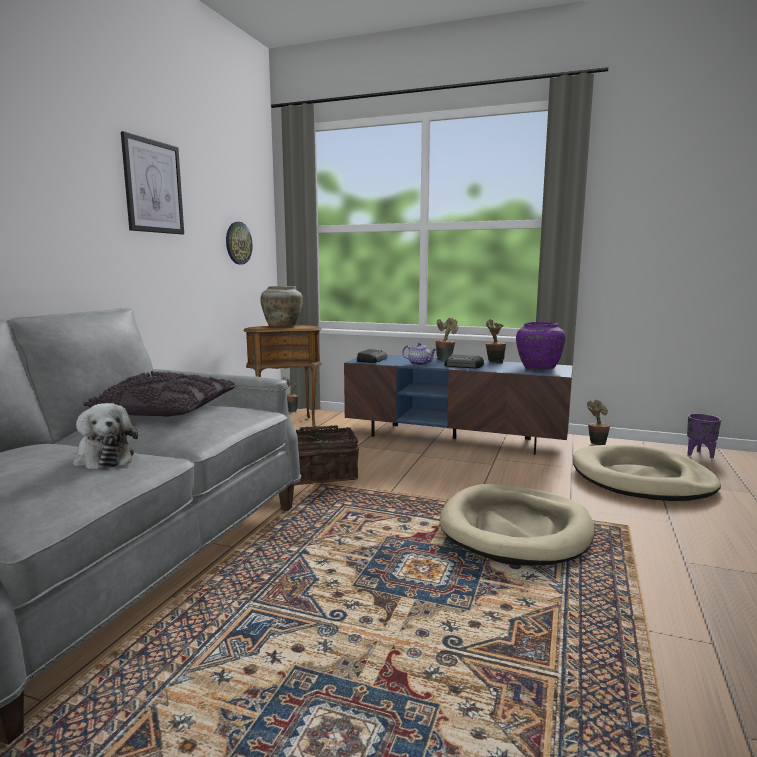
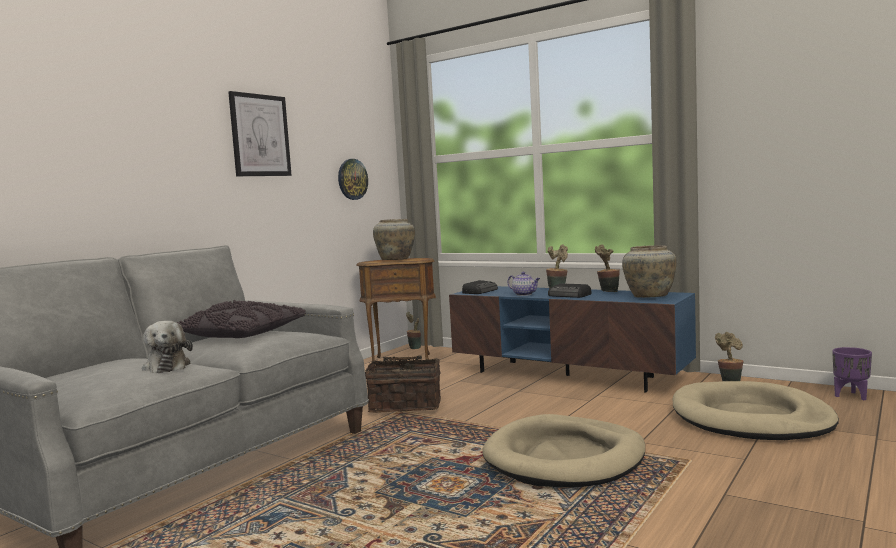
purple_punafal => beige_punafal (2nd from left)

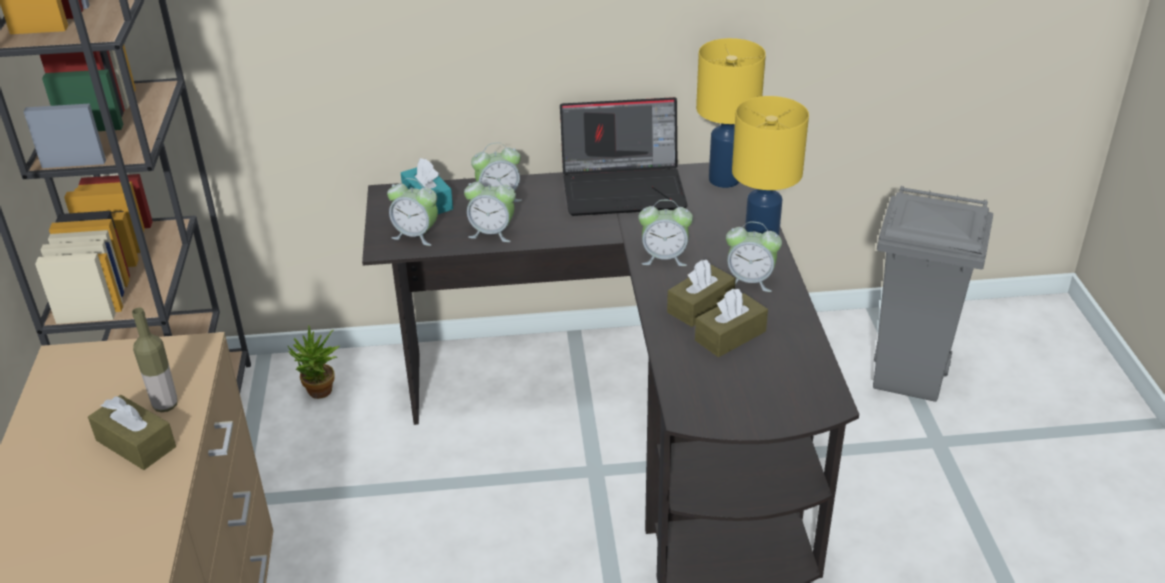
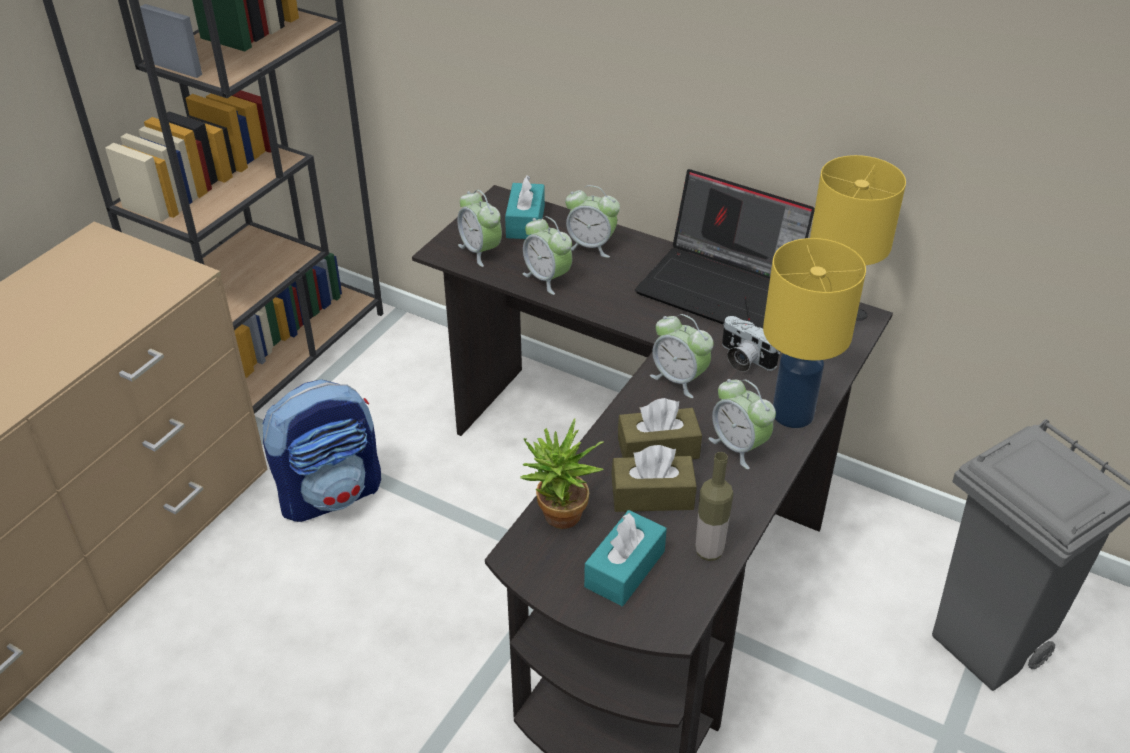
nothing => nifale
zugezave, moved
nothing => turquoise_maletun (2nd from left)
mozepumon, moved
nothing => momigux
brown_maletun (1st from left) => nothing

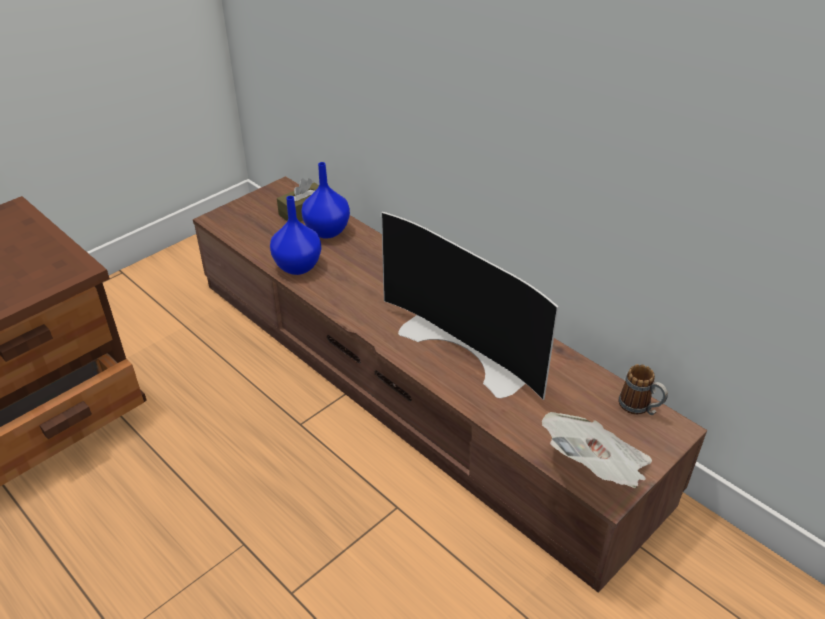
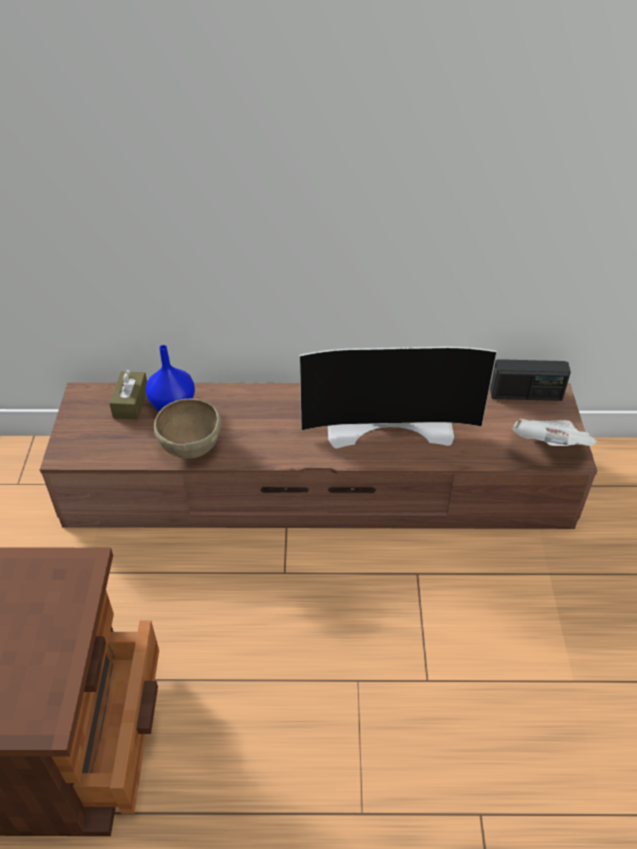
blue_punafal (1st from left) => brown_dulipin
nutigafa => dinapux

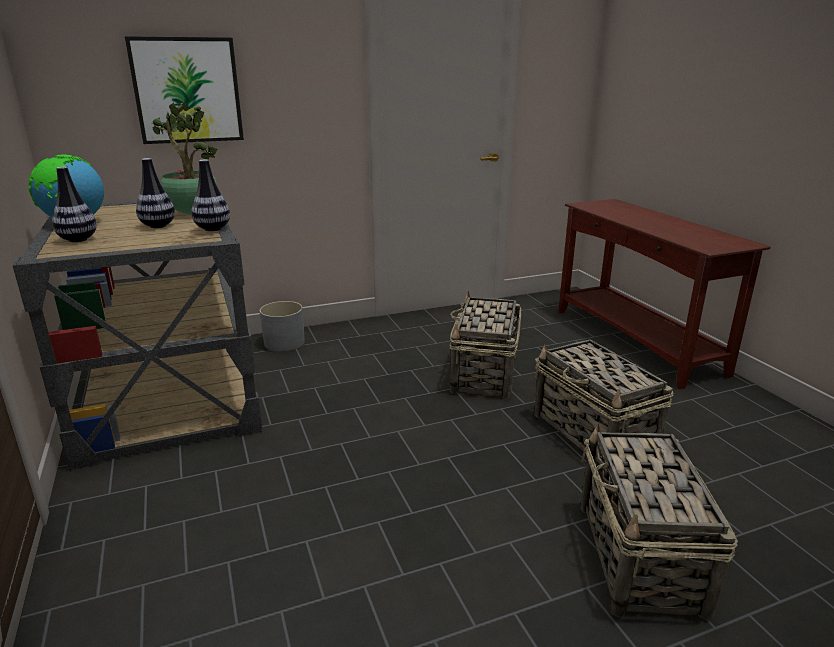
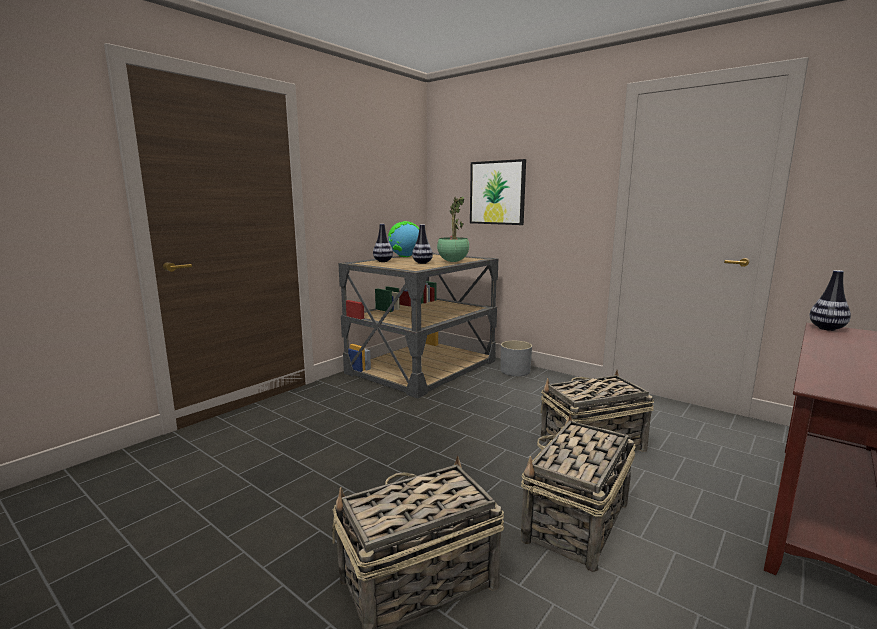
punafal (3rd from left), moved

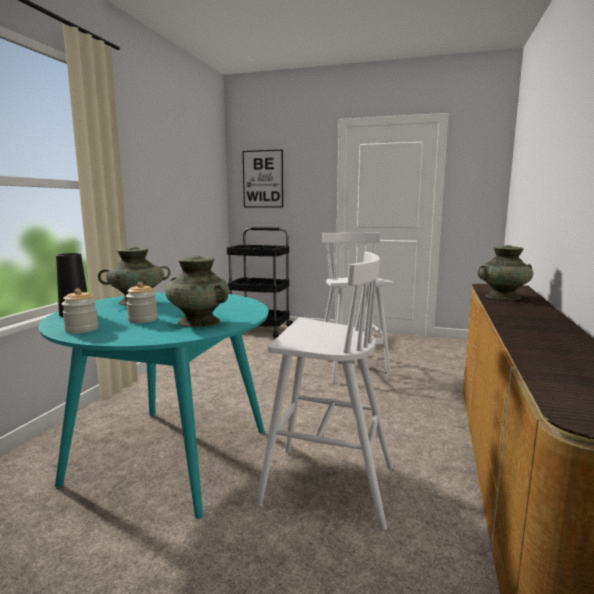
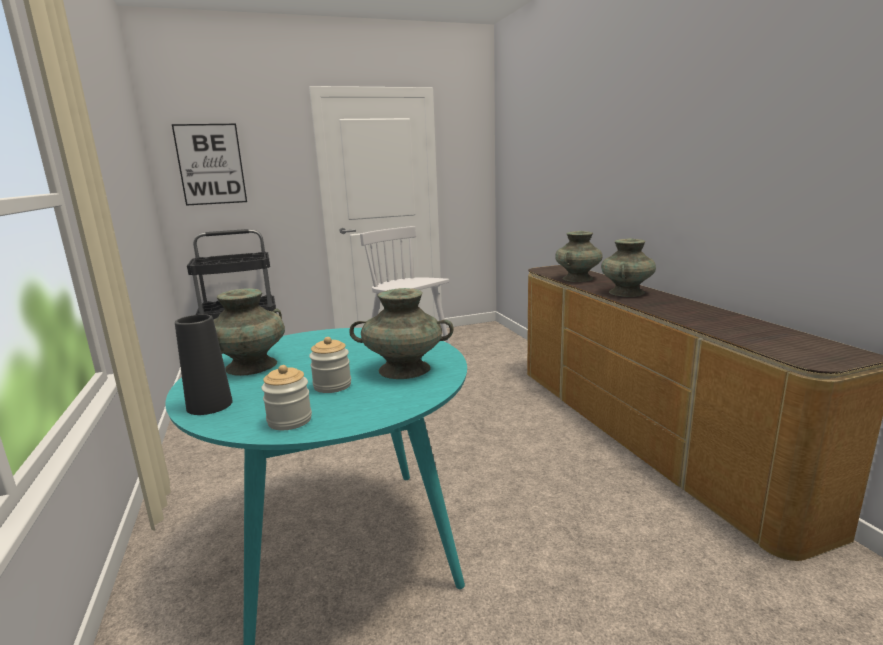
nothing => turquoise_punafal (4th from left)
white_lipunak (1st from left) => nothing

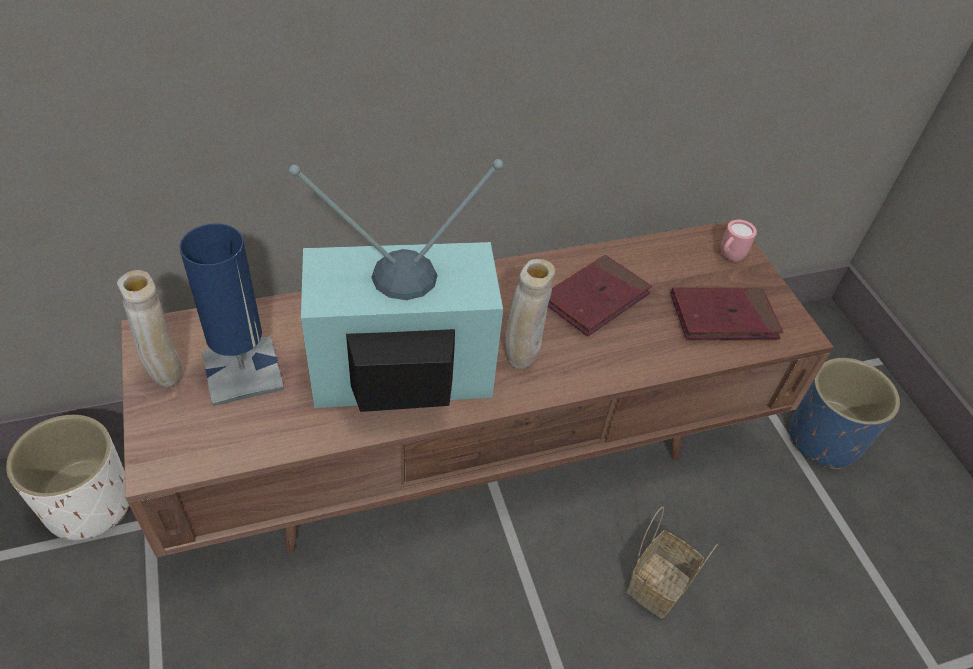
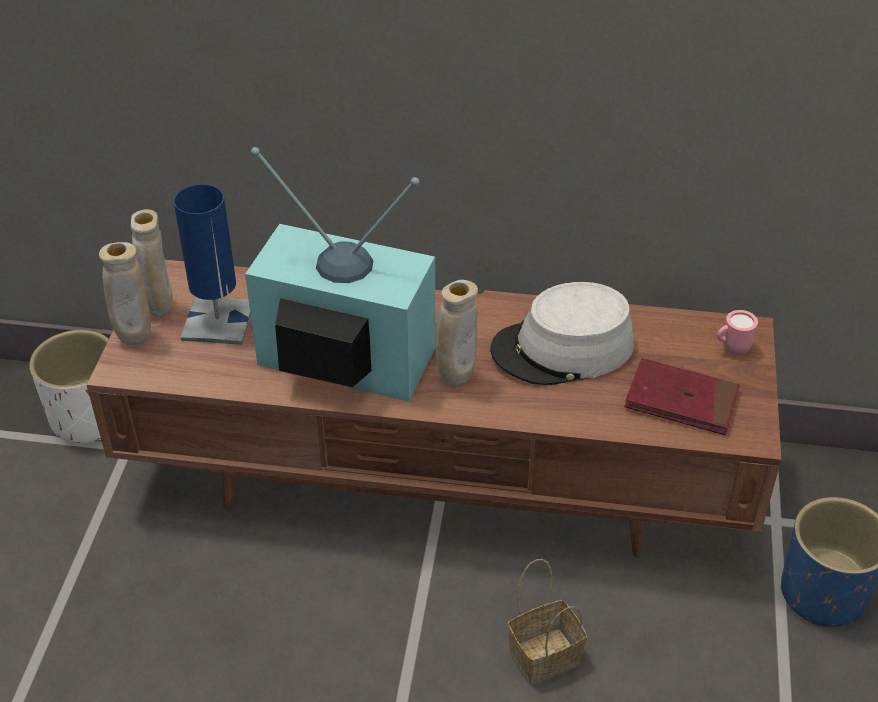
nothing => beige_punafal (1st from left)
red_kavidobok (1st from left) => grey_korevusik

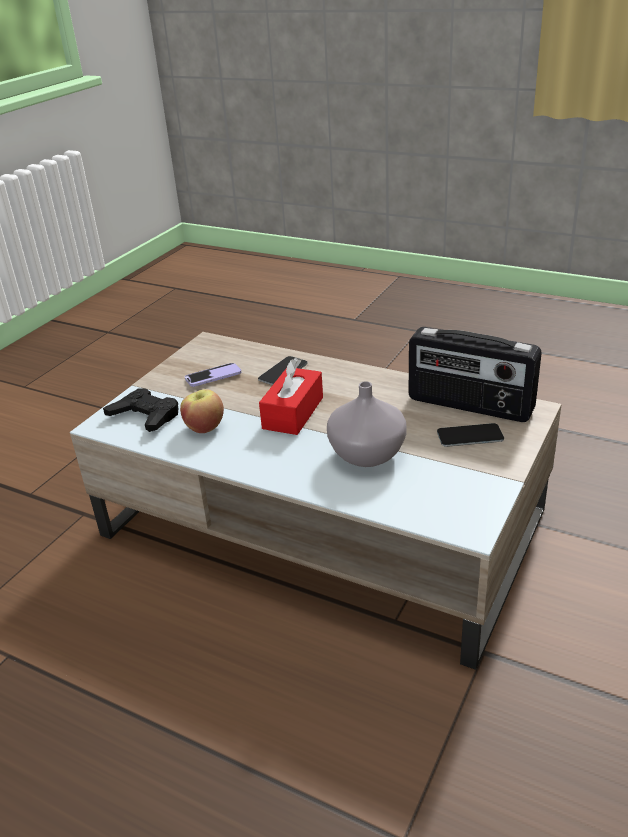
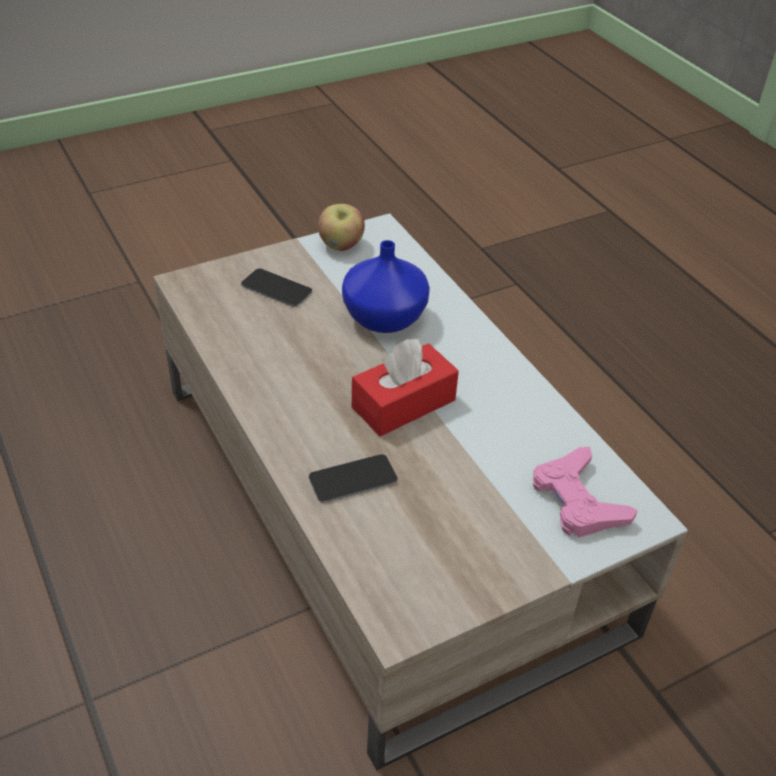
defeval, moved
grey_punafal => blue_punafal
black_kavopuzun => pink_kavopuzun
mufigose (1st from left) => nothing
dinapux => nothing

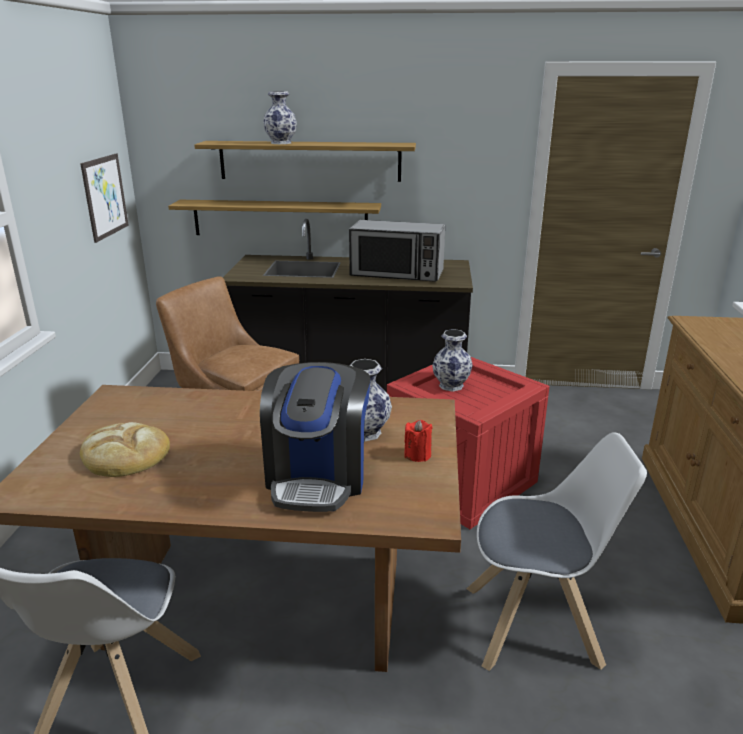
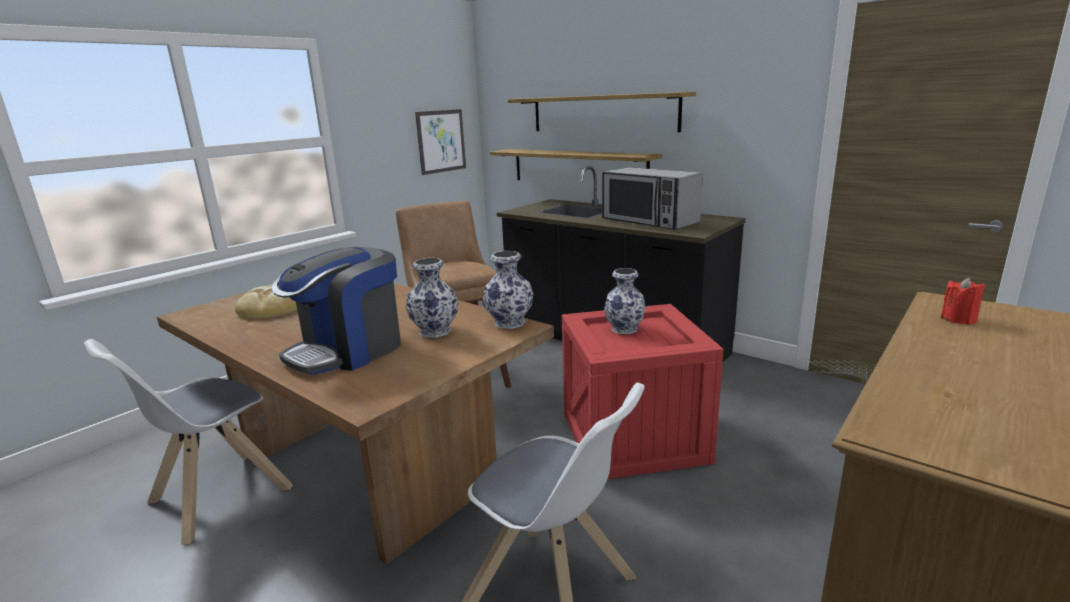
punafal (1st from left in the first image) => punafal (2nd from left), moved
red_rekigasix, moved

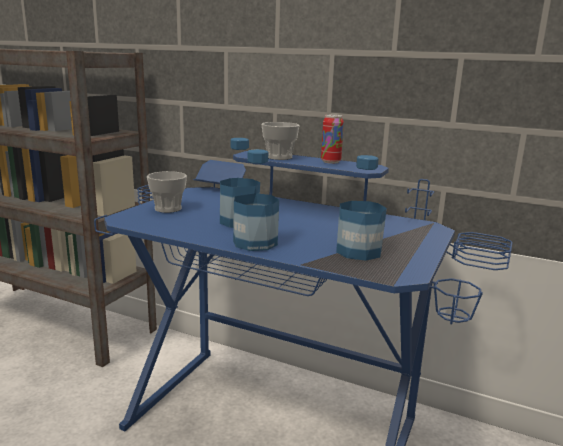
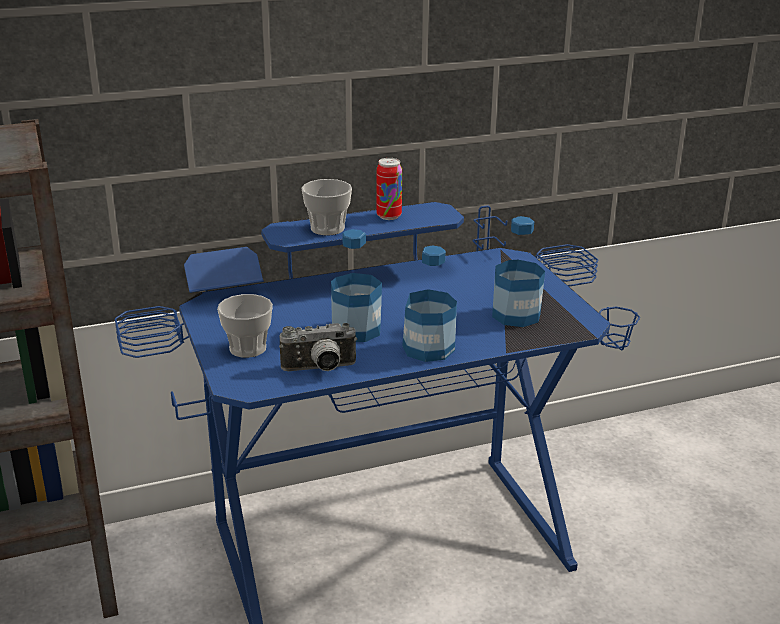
nothing => momigux

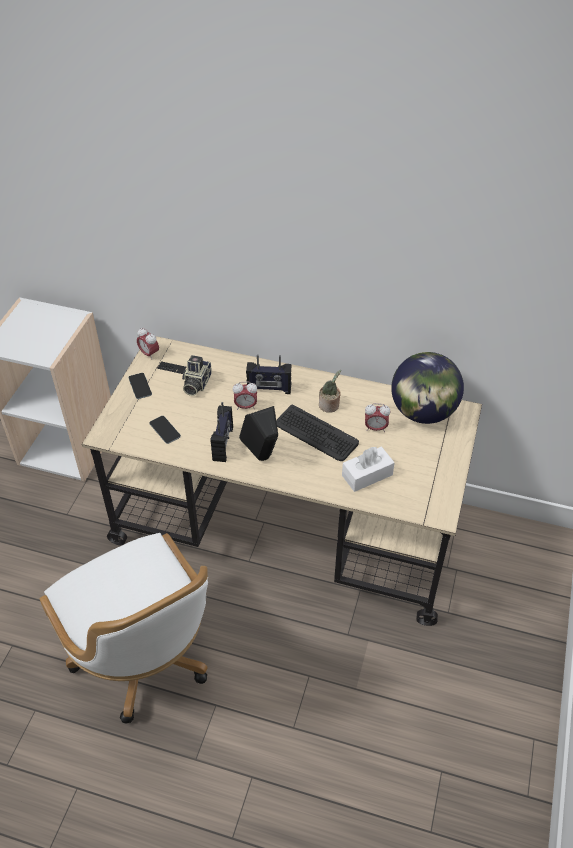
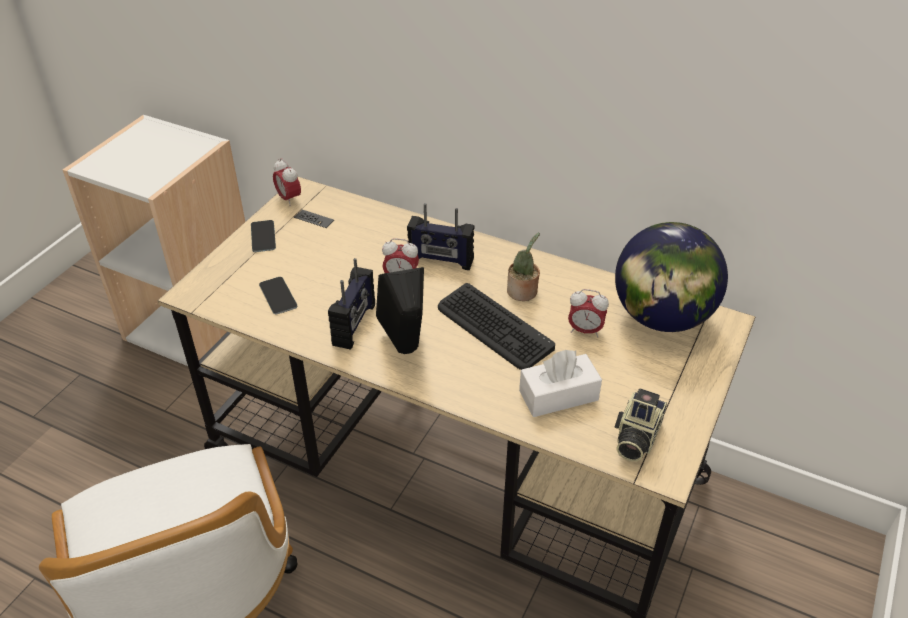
momigux, moved

